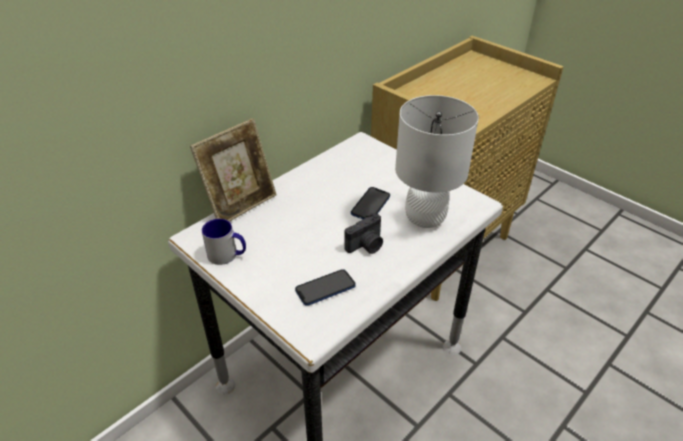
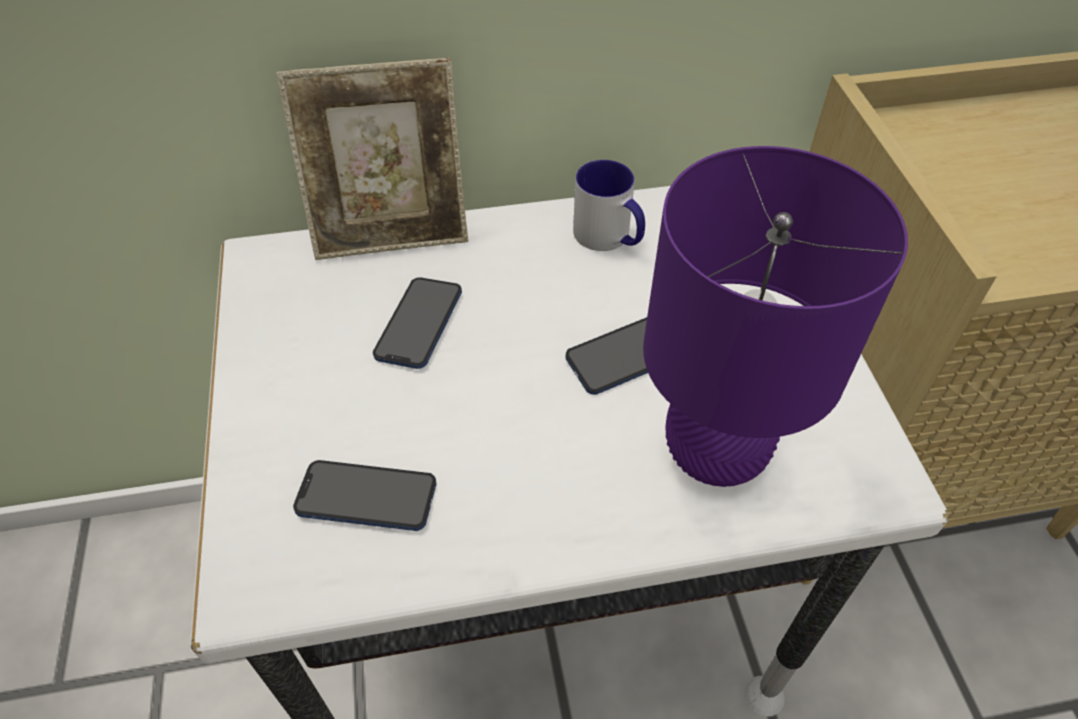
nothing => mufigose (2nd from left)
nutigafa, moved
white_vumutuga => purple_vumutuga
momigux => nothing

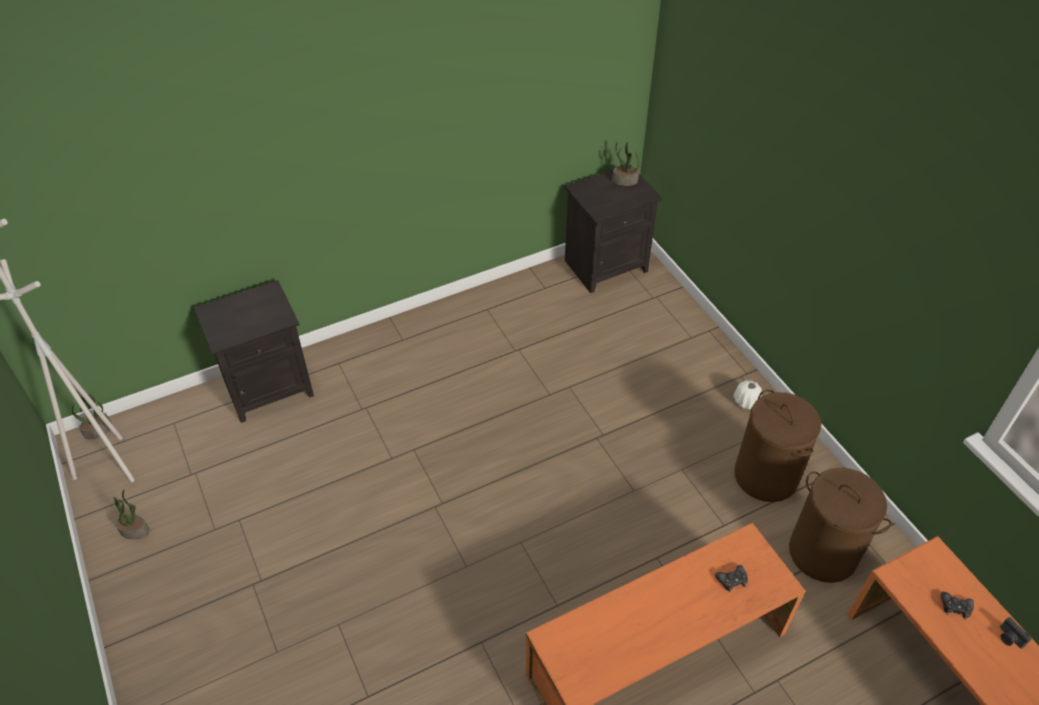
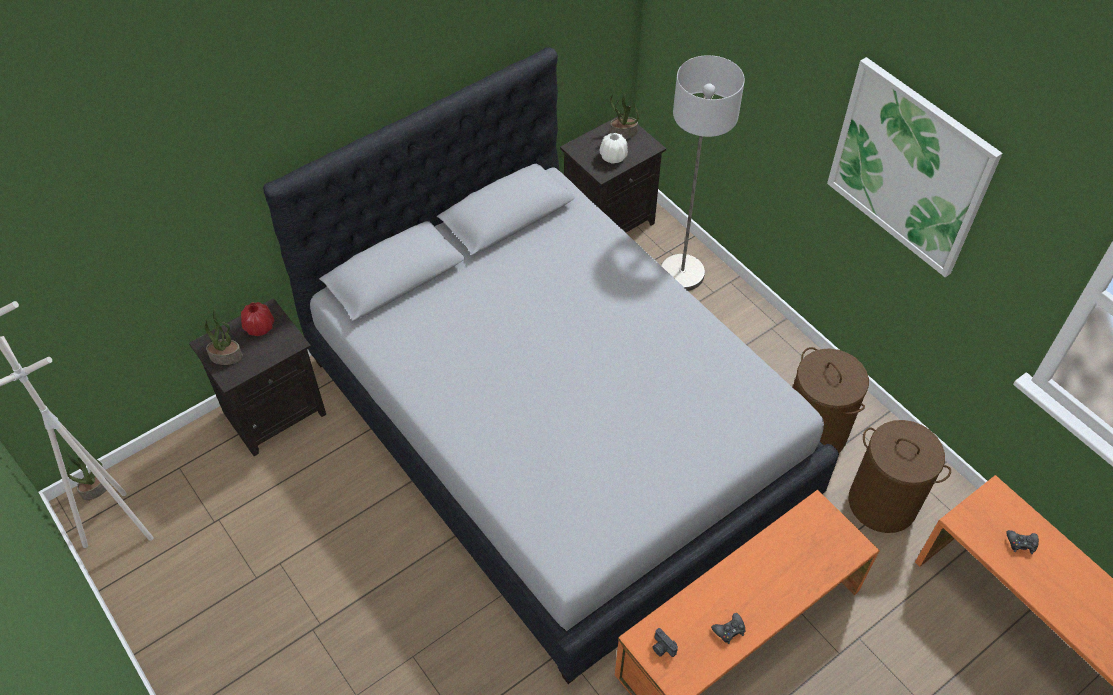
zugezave (2nd from left), moved
nothing => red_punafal
nothing => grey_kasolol
white_punafal, moved
momigux, moved
nothing => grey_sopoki
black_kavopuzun (1st from left), moved
nothing => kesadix

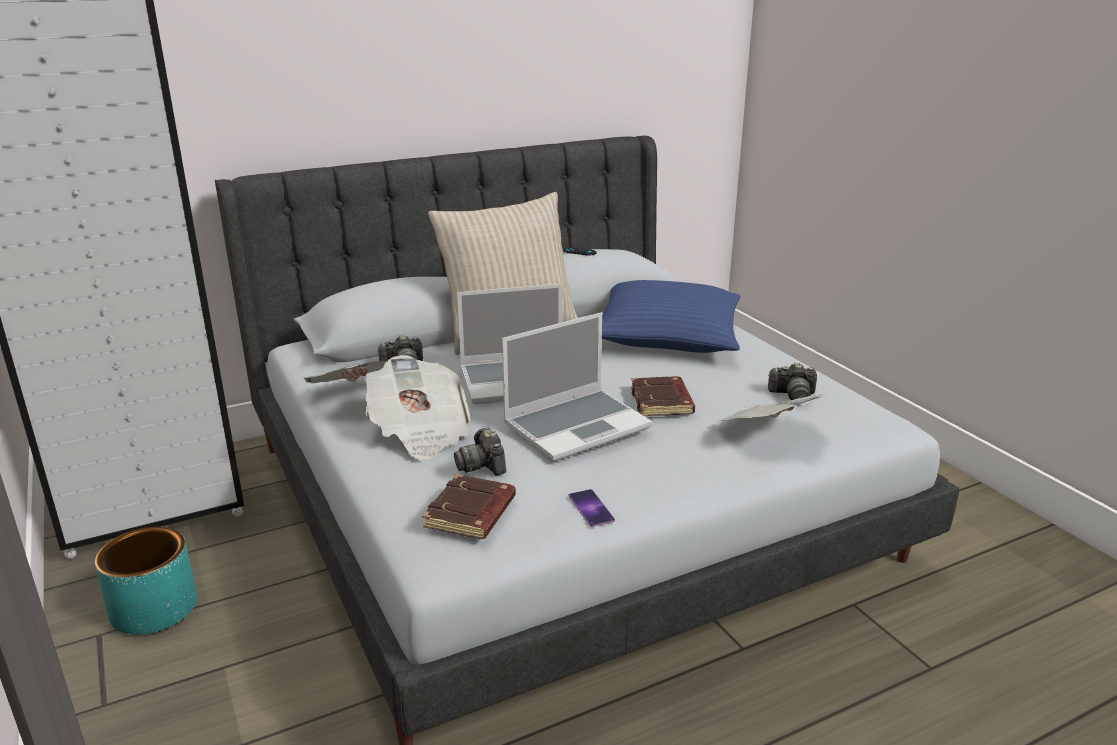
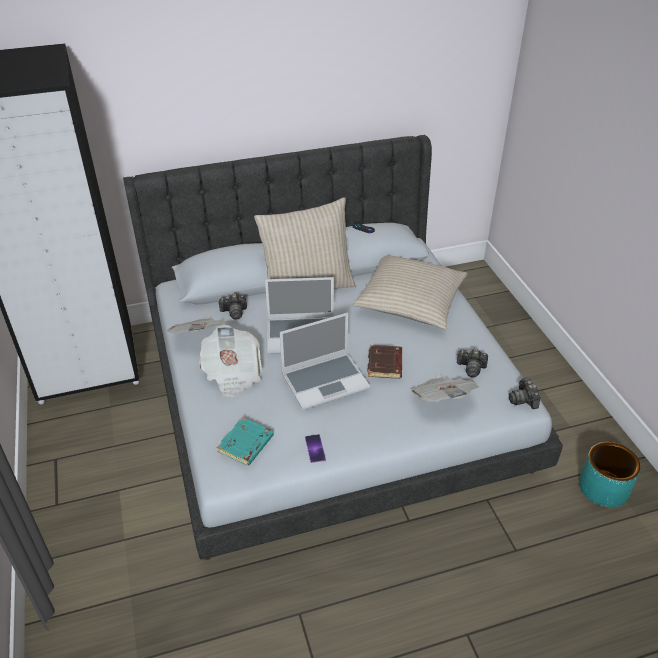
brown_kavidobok (1st from left) => turquoise_kavidobok
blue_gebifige => beige_gebifige (2nd from left)
momigux (2nd from left in the first image) => momigux (3rd from left), moved
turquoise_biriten, moved

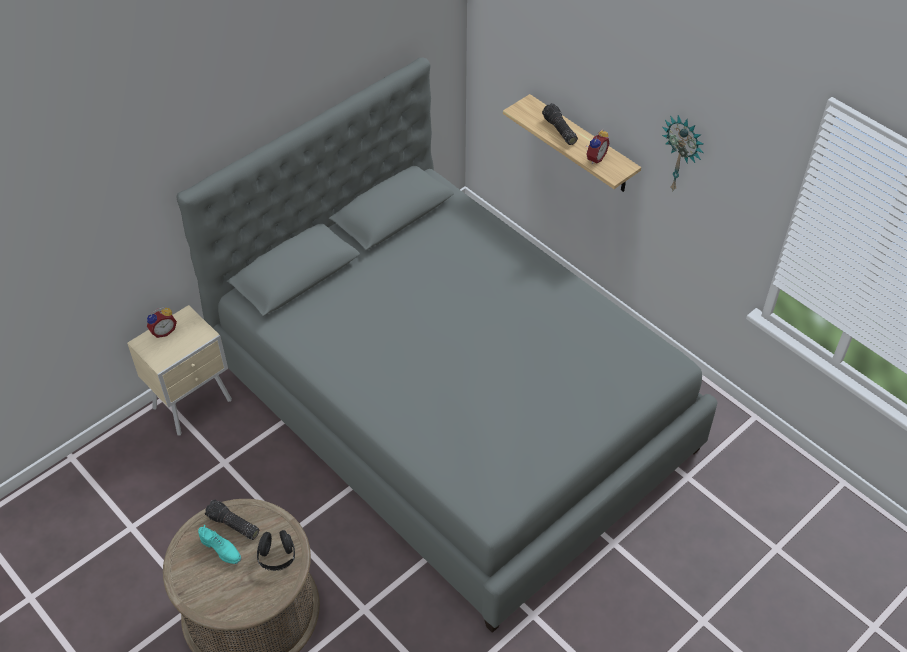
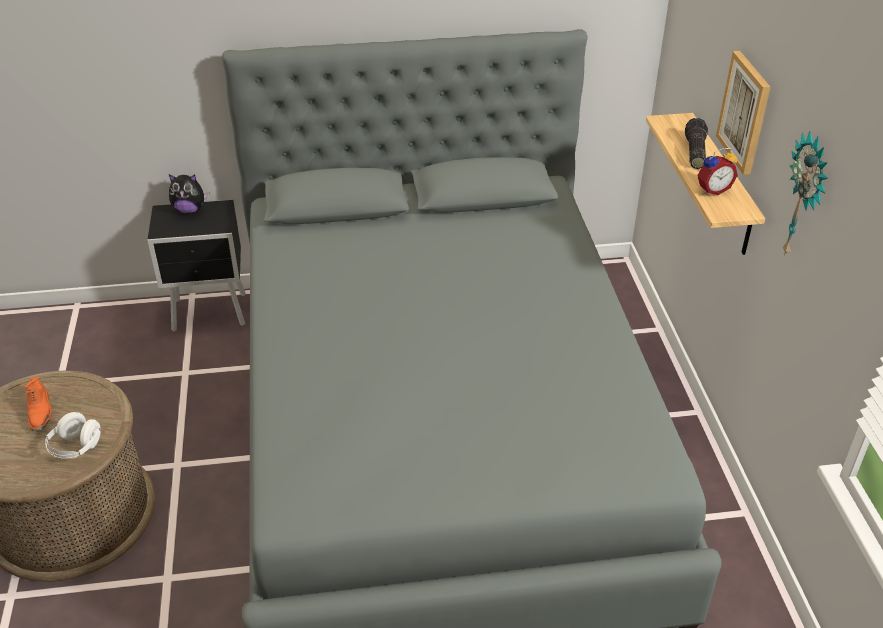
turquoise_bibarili => orange_bibarili
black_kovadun => white_kovadun
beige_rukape => black_rukape
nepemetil (1st from left) => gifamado
nothing => kesadix
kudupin (1st from left) => nothing

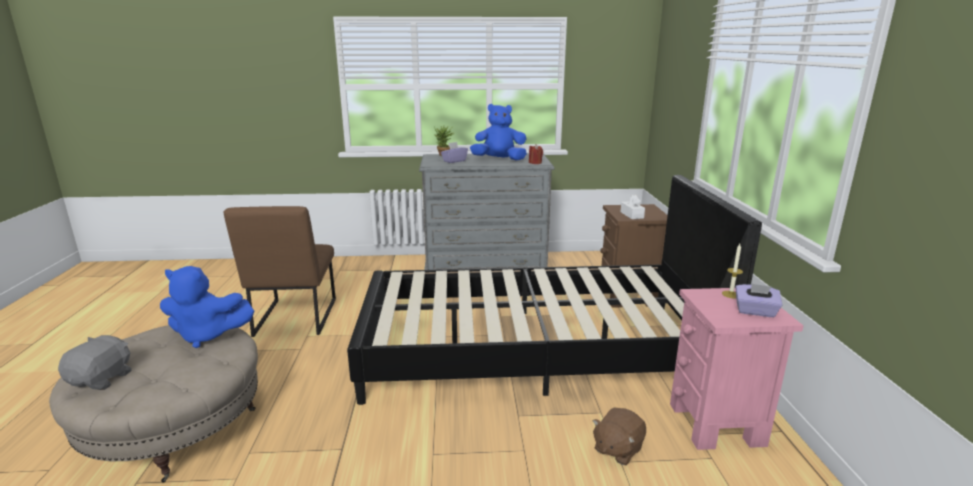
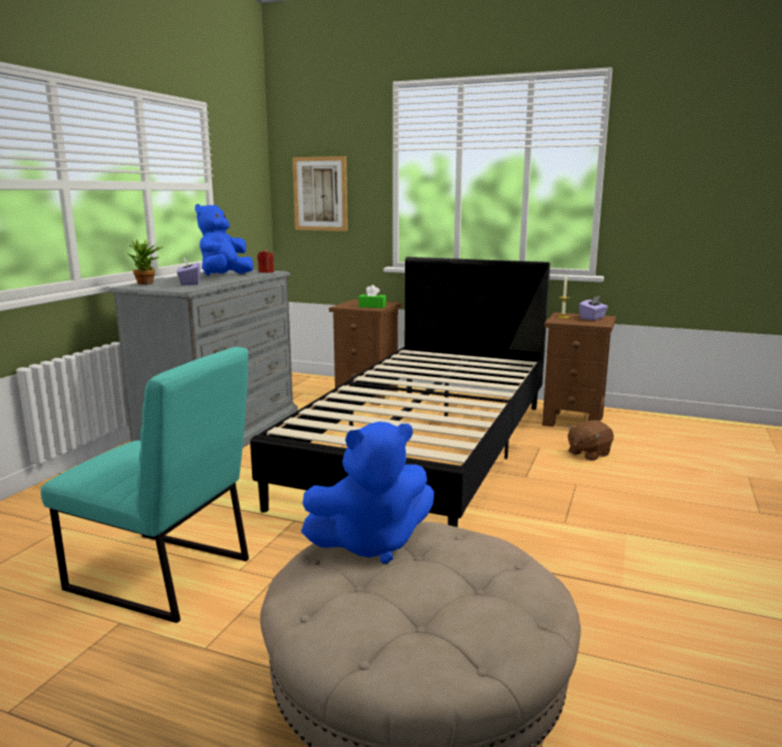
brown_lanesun => turquoise_lanesun
nothing => kesadix
blue_gifamado (1st from left in the first image) => blue_gifamado (2nd from left), 45 degrees clockwise
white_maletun => green_maletun
pink_rukape => brown_rukape (2nd from left)
brown_gifamado, 75 degrees clockwise
grey_gifamado => nothing

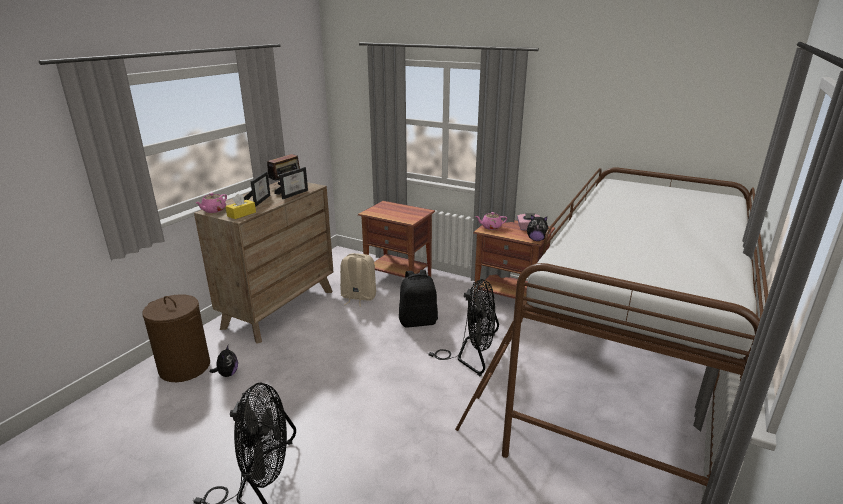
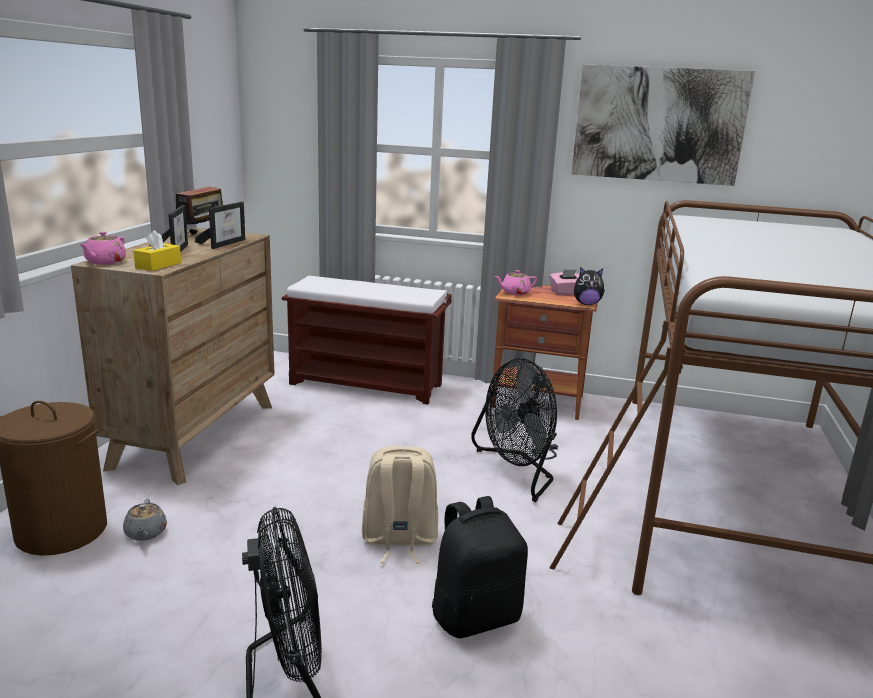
gifamado (1st from left) => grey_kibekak
rukape (1st from left) => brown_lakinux
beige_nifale, moved
black_nifale, moved
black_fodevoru (2nd from left), 150 degrees clockwise
nothing => kesadix

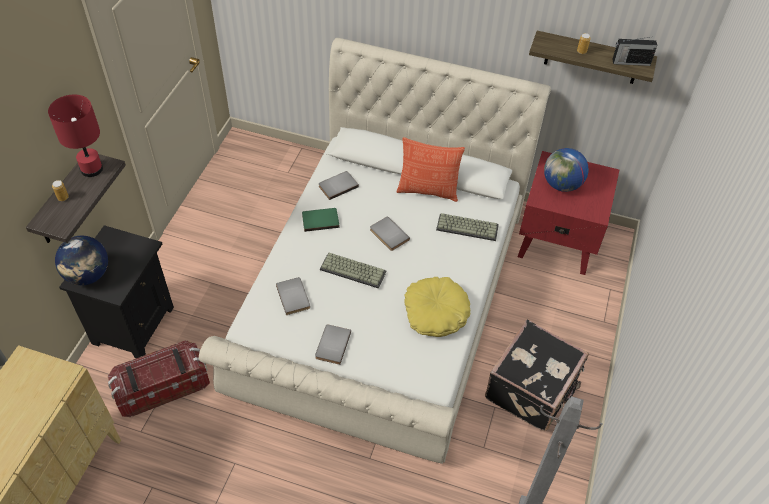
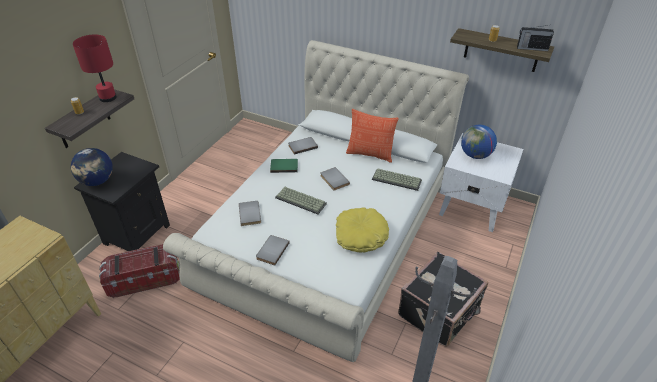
red_rukape => white_rukape

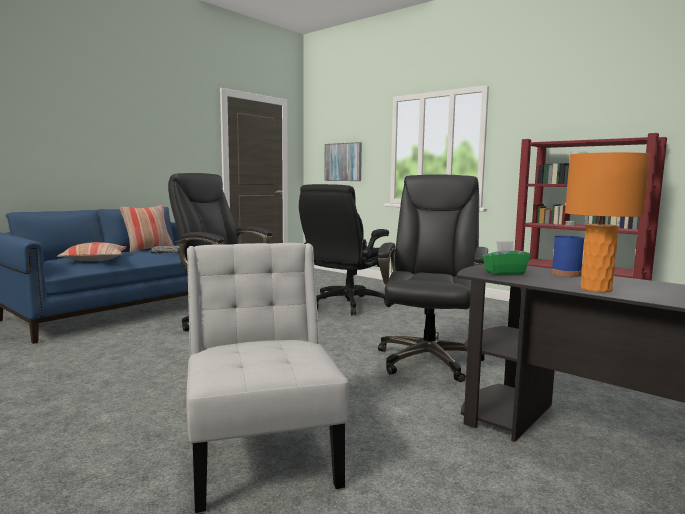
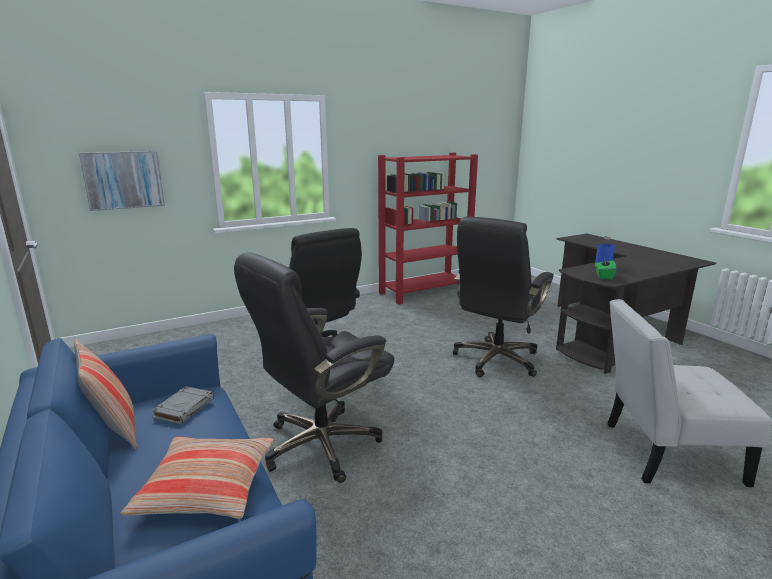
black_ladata (3rd from left), 90 degrees counterclockwise
orange_vumutuga => nothing

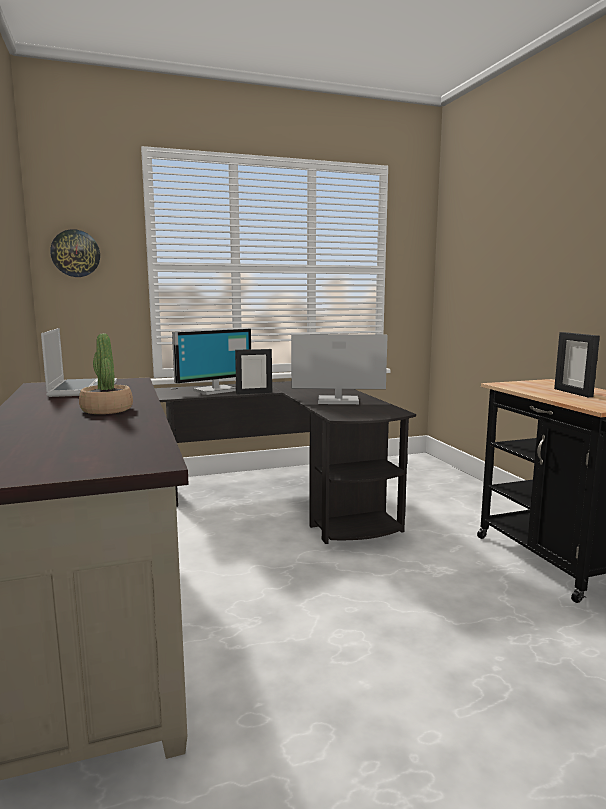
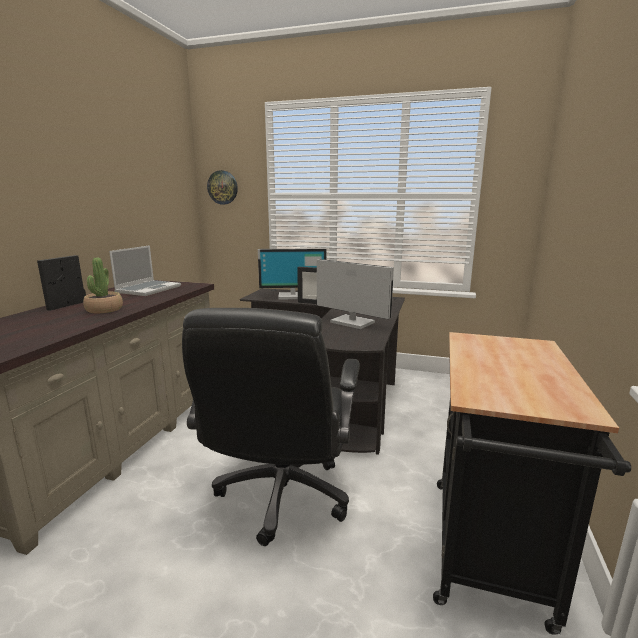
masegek (2nd from left in the first image) => masegek (1st from left), moved
nothing => black_ladata

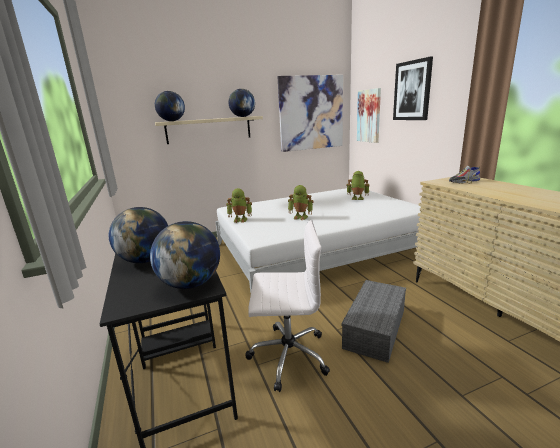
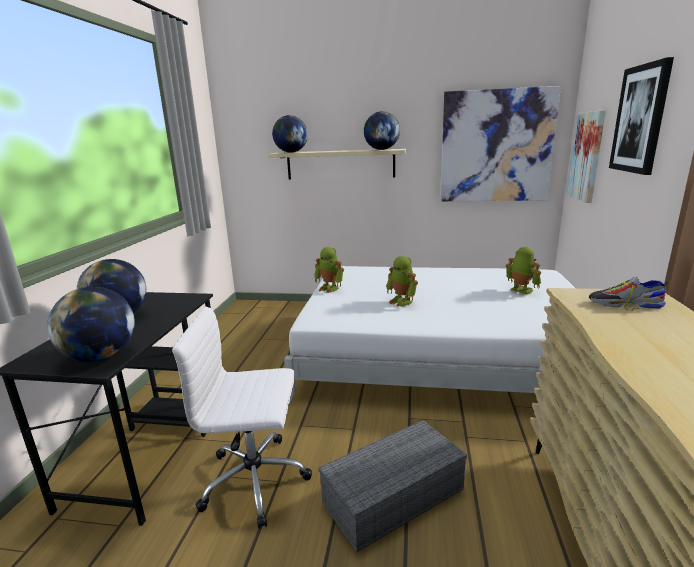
white_ladata, 150 degrees clockwise

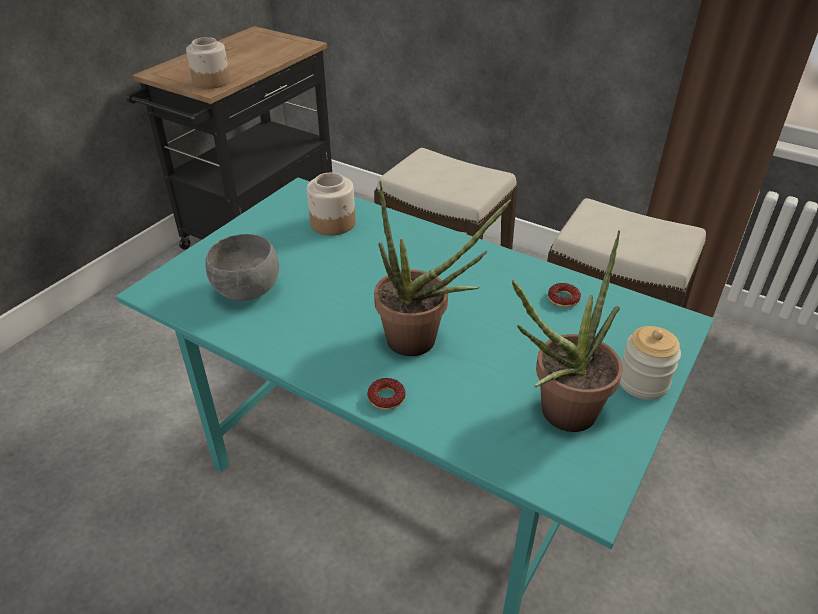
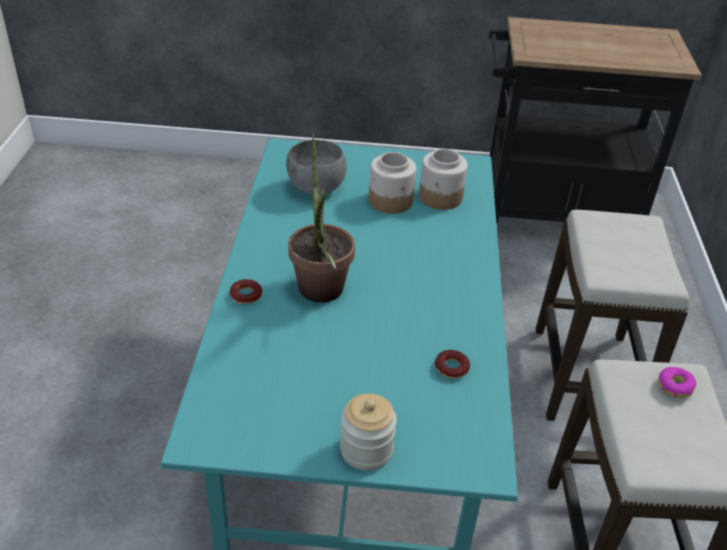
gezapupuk (1st from left in the first image) => gezapupuk (2nd from left), moved
nothing => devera (3rd from left)
zugezave (2nd from left) => nothing

